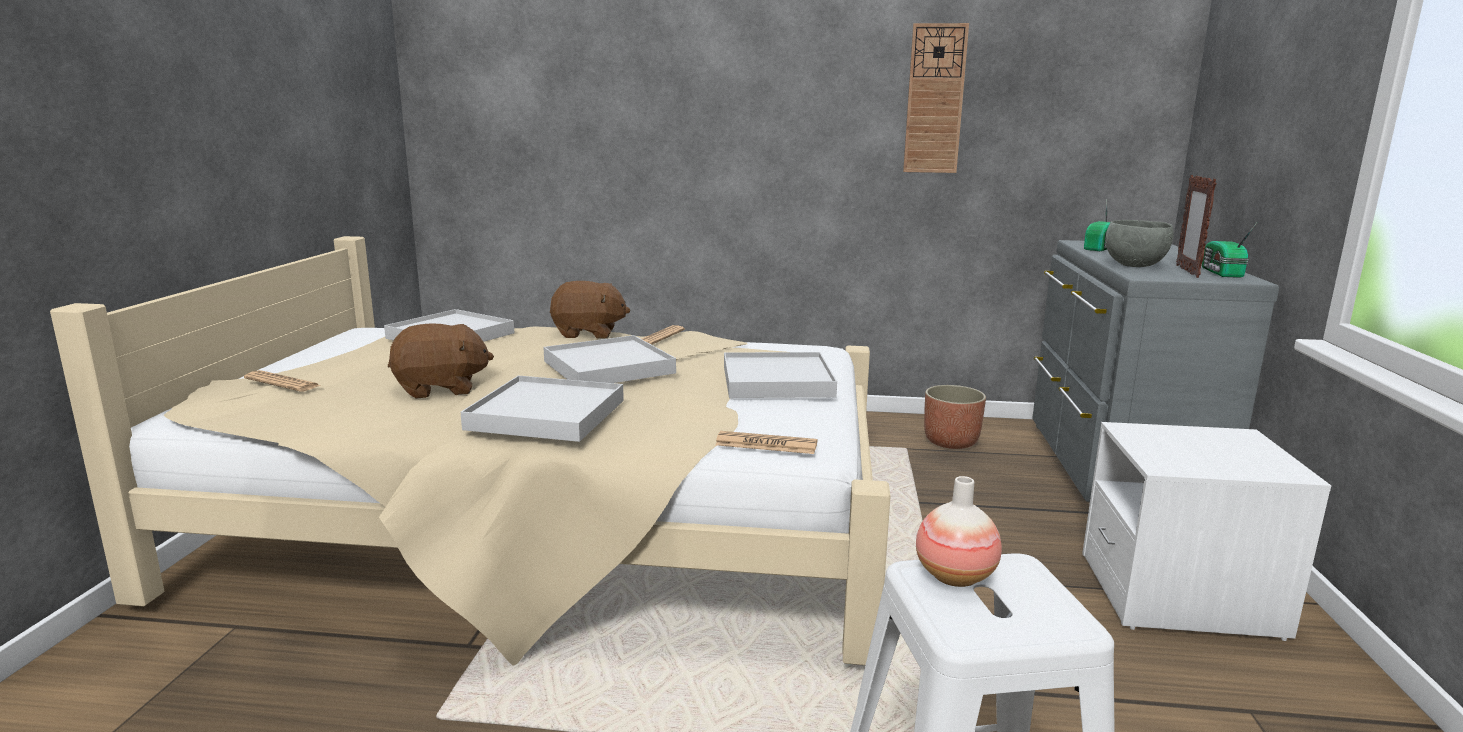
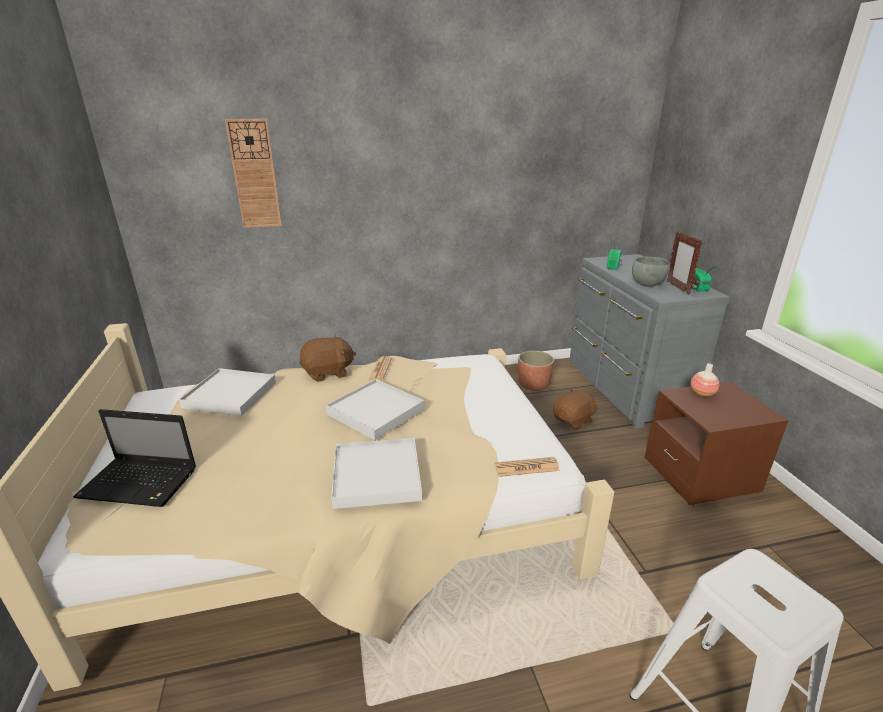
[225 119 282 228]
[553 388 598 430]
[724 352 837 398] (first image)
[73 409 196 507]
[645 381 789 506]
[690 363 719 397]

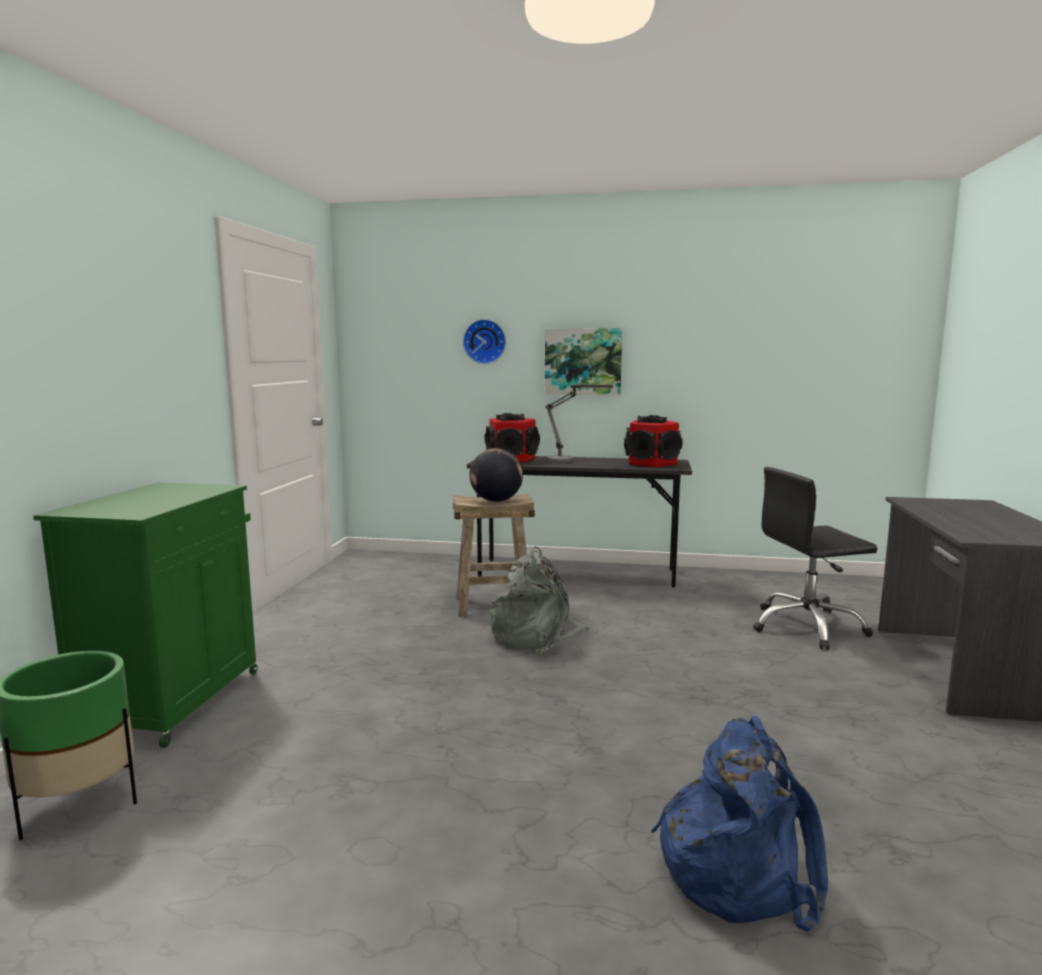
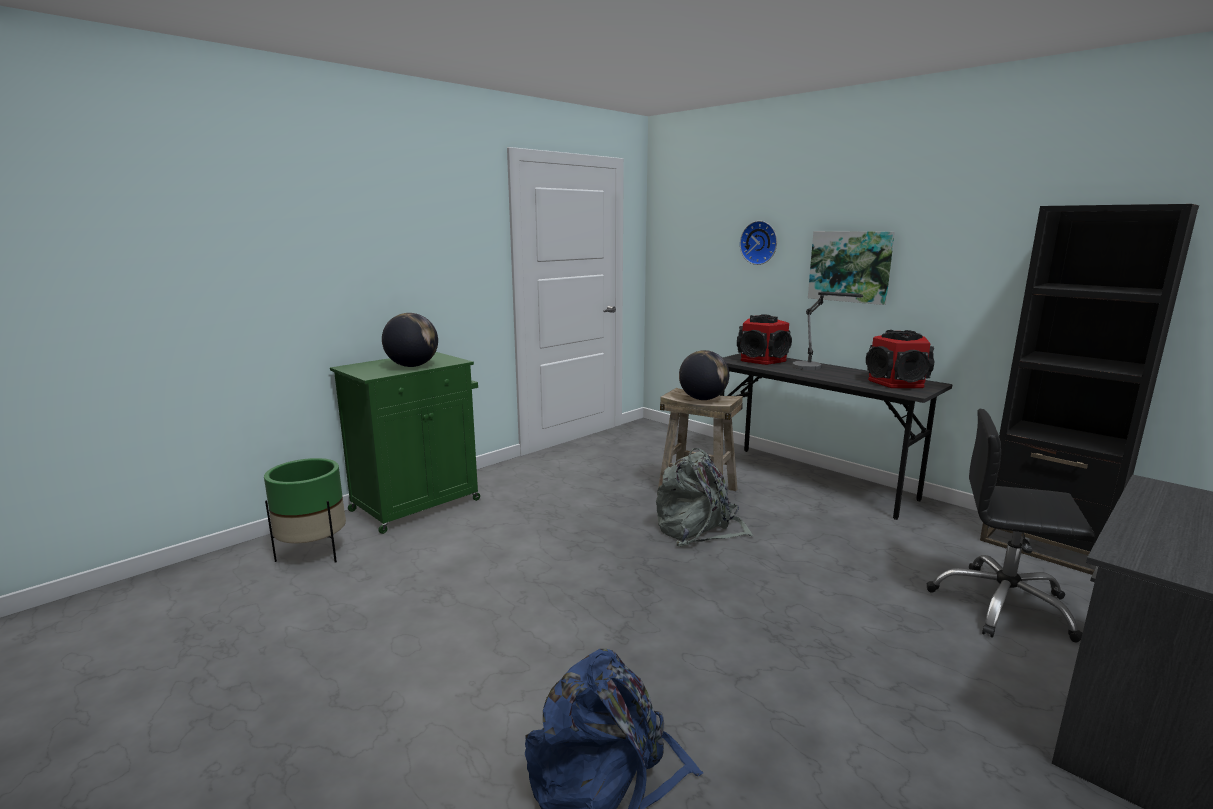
[980 204 1199 575]
[382 313 438 367]

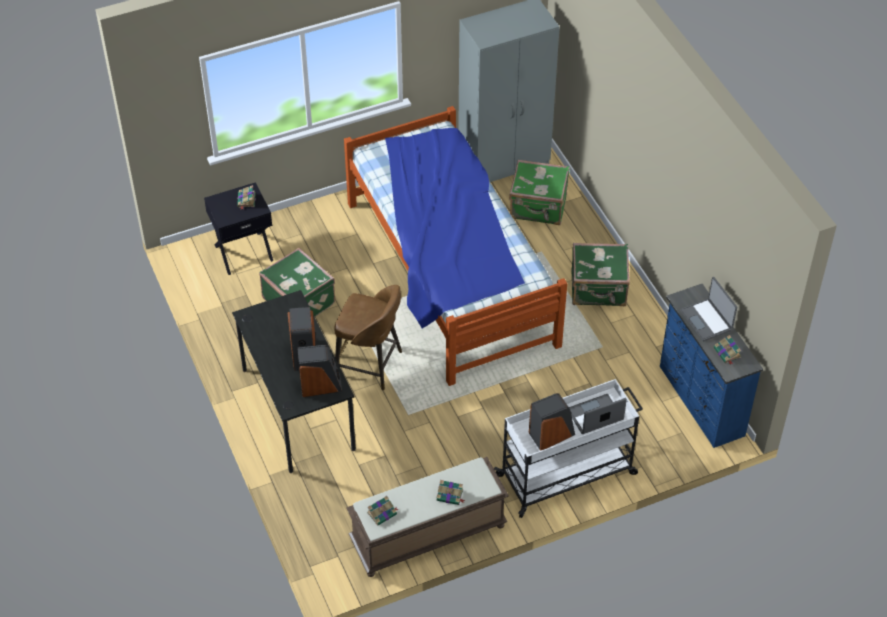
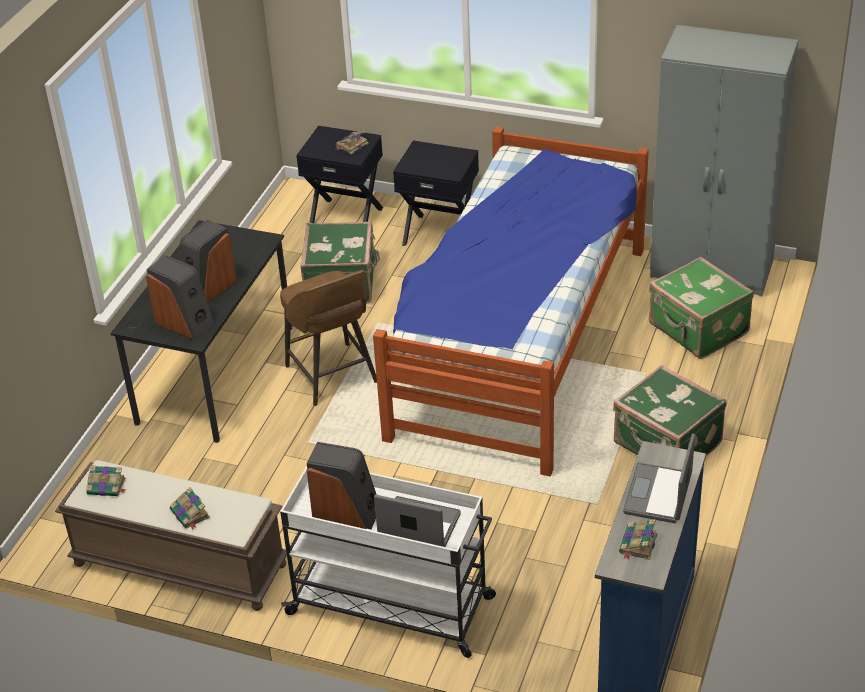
[393 141 479 246]

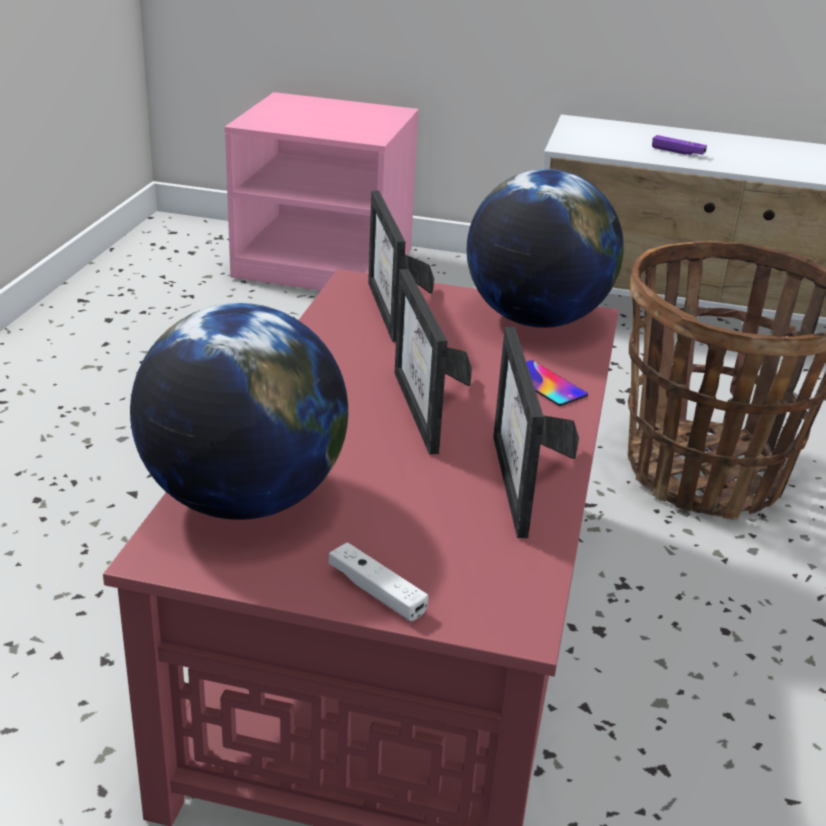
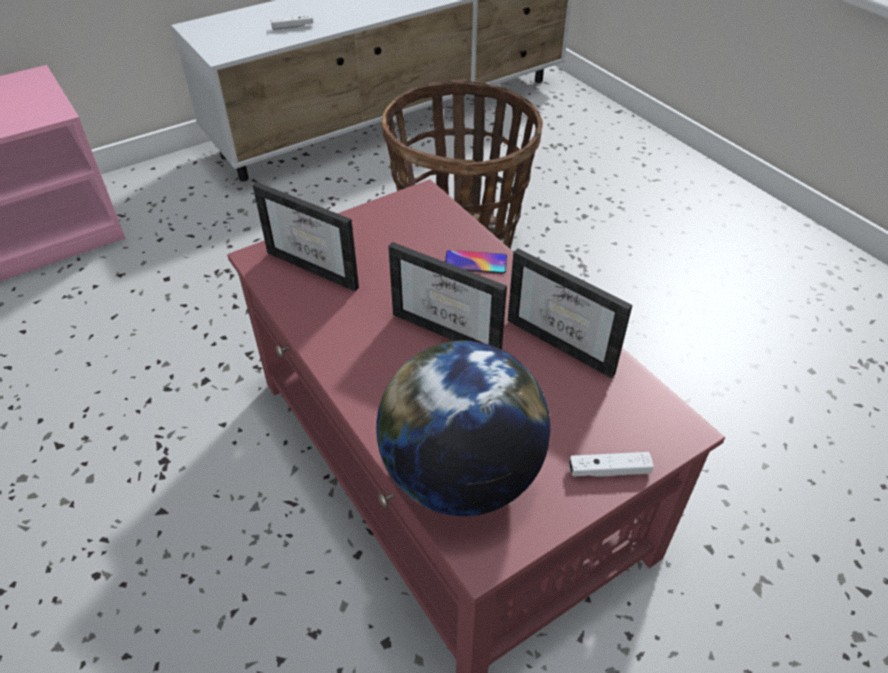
[271 15 313 30]
[467 169 624 328] (first image)

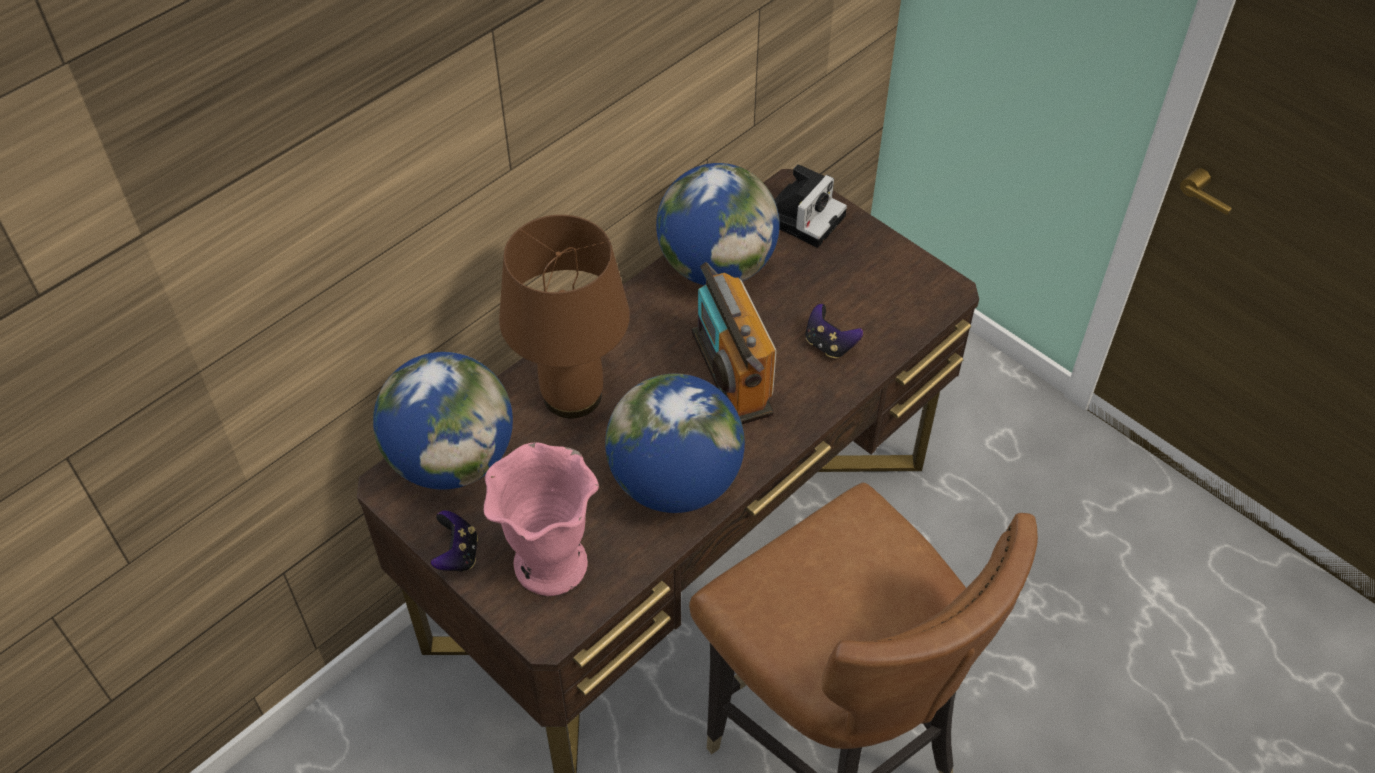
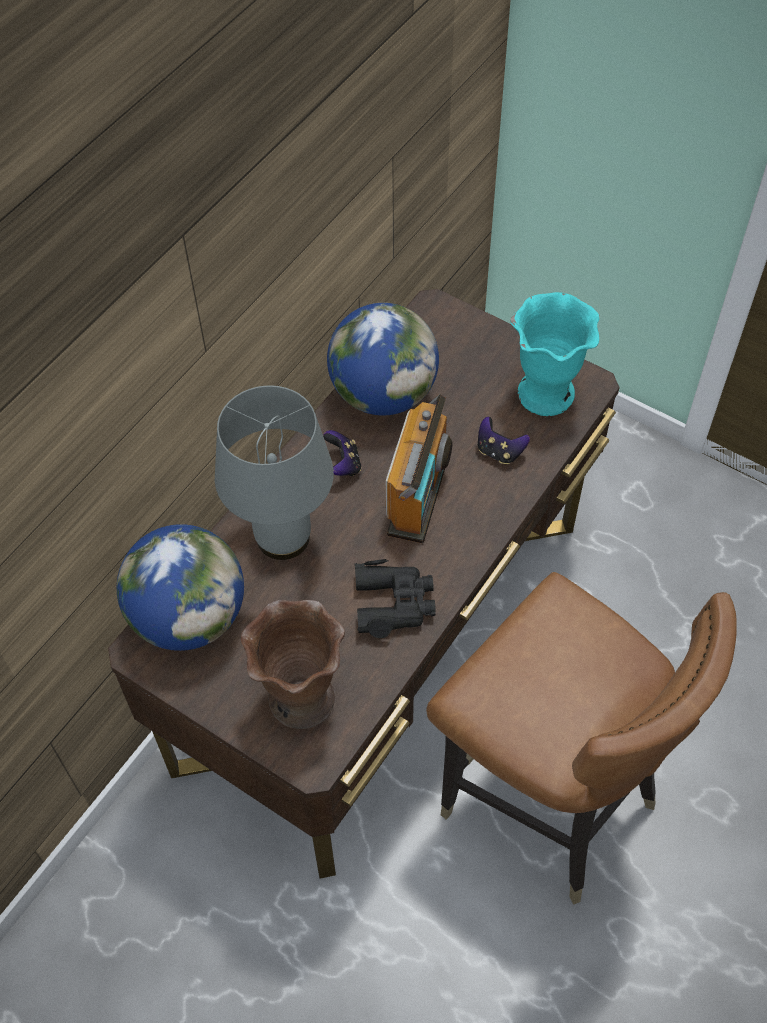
[774 164 847 248] (first image)
[215 385 334 560]
[385 394 453 543]
[354 559 436 638]
[241 600 345 729]
[323 430 362 476]
[511 292 599 416]

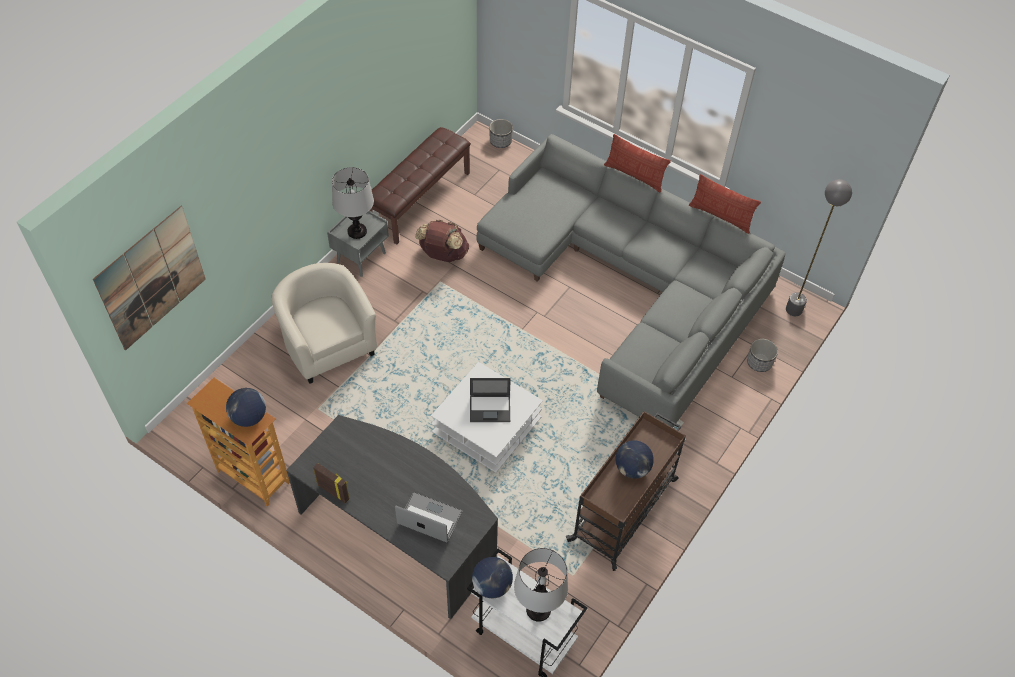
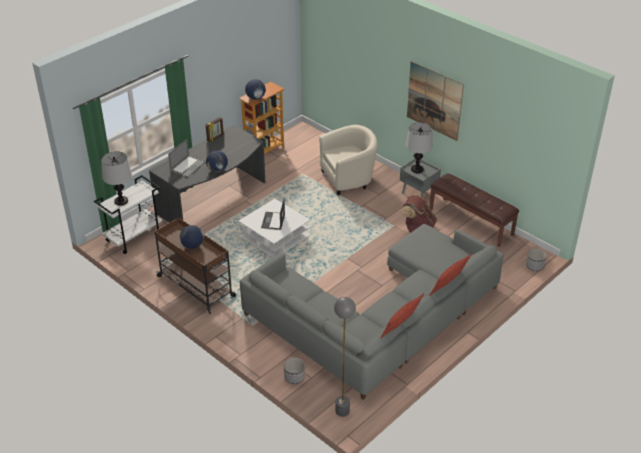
[407 61 464 141]
[206 150 228 172]

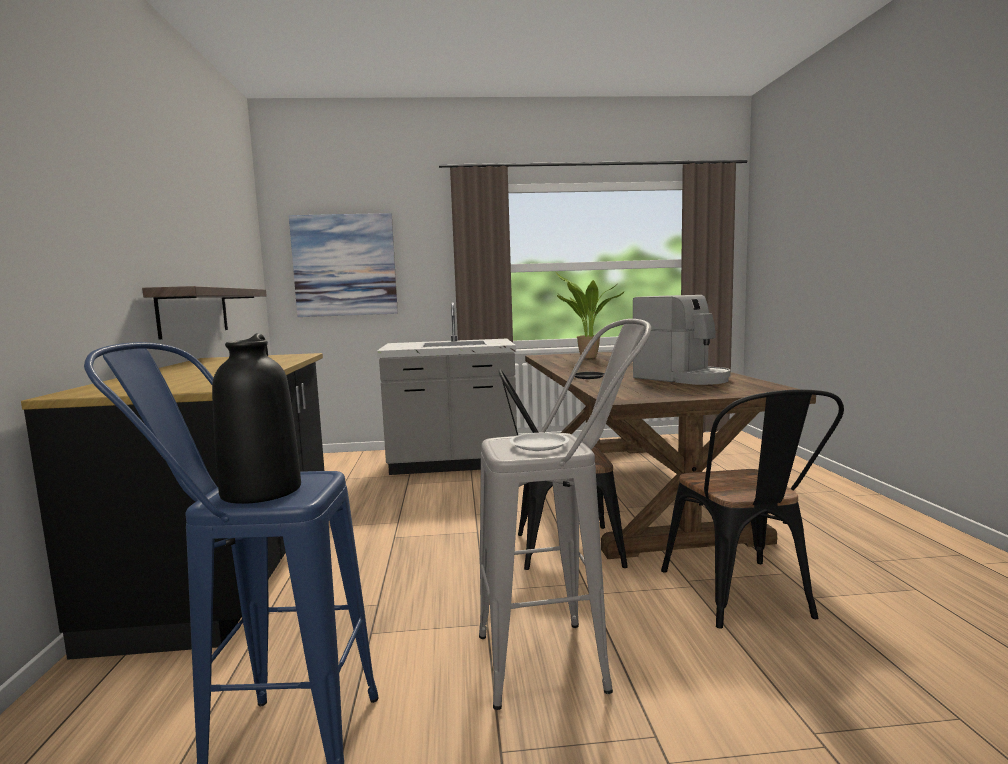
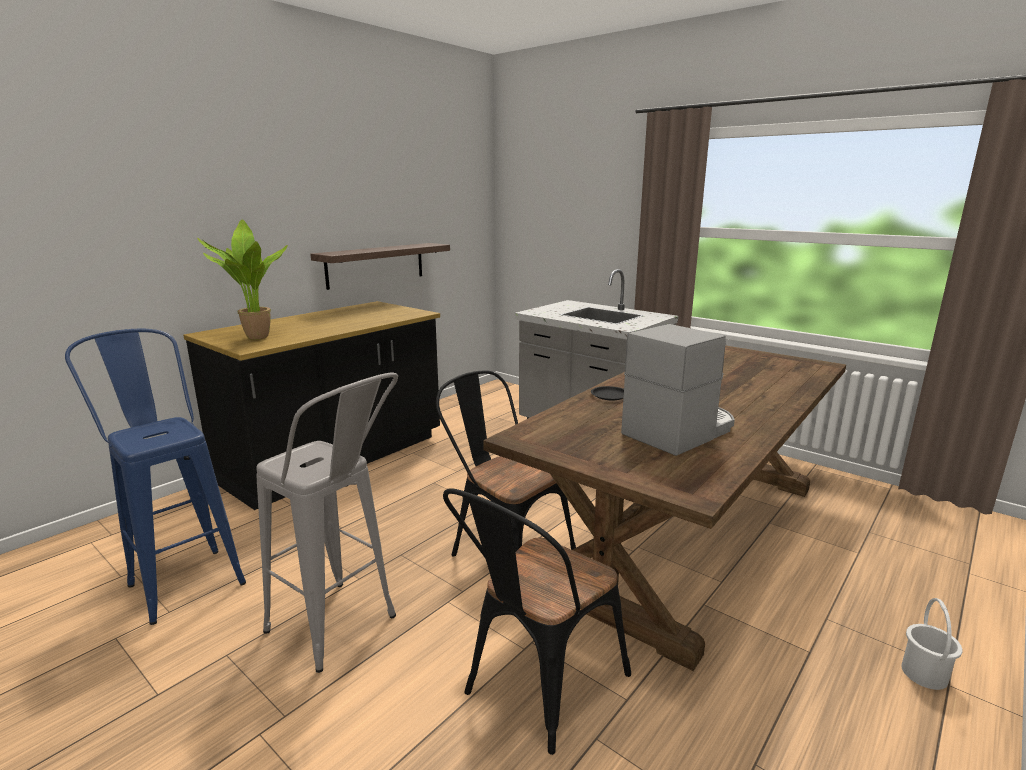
[289 213 398 317] (first image)
[197 219 288 340]
[621 324 735 456]
[212 333 301 504] (first image)
[510 433 569 451] (first image)
[901 598 963 690]

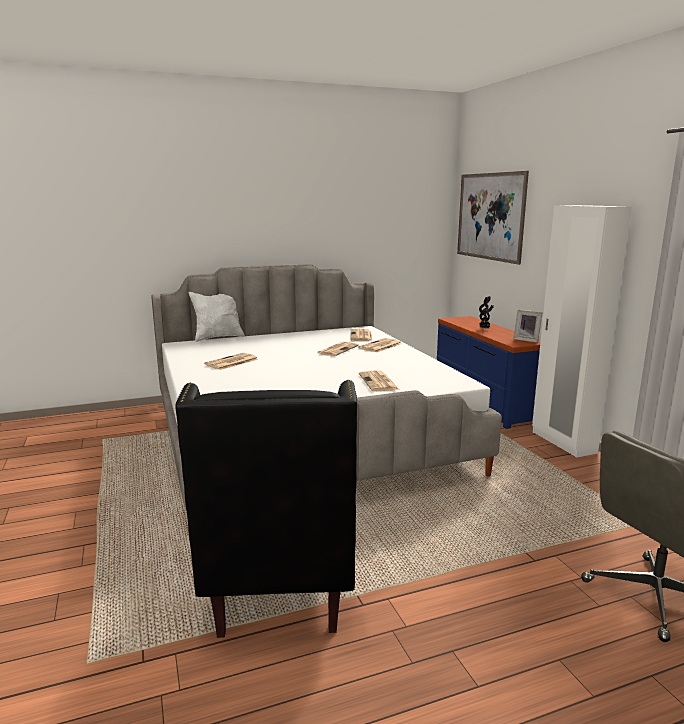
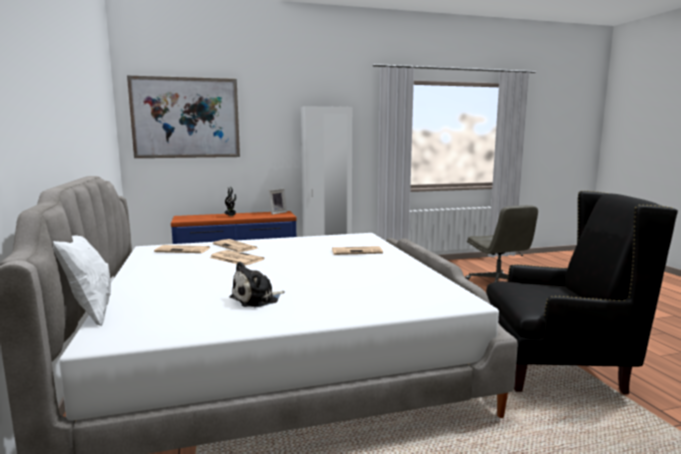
[230 261 285 307]

